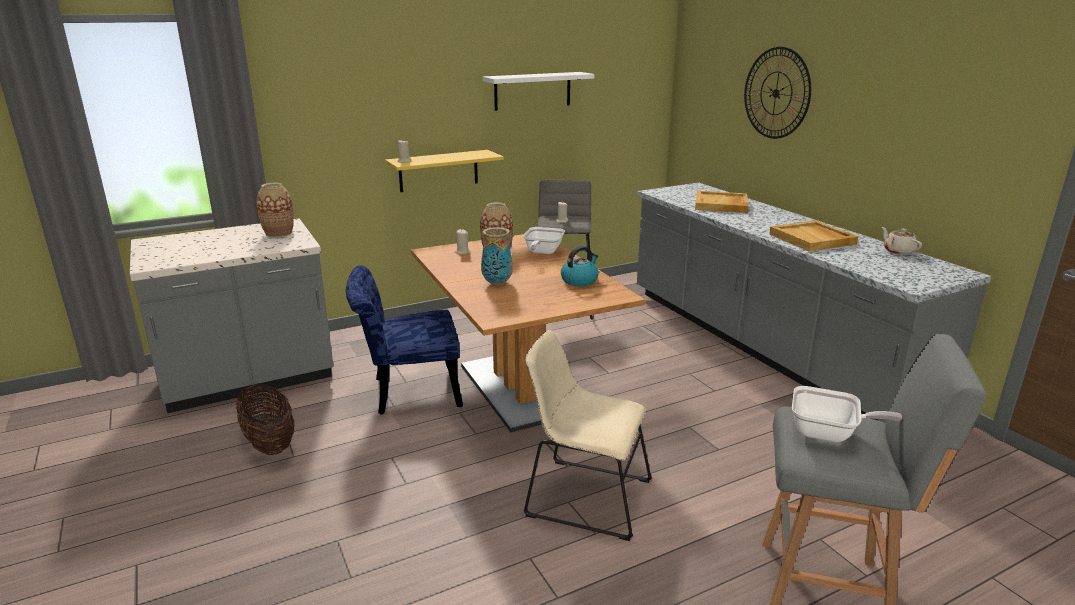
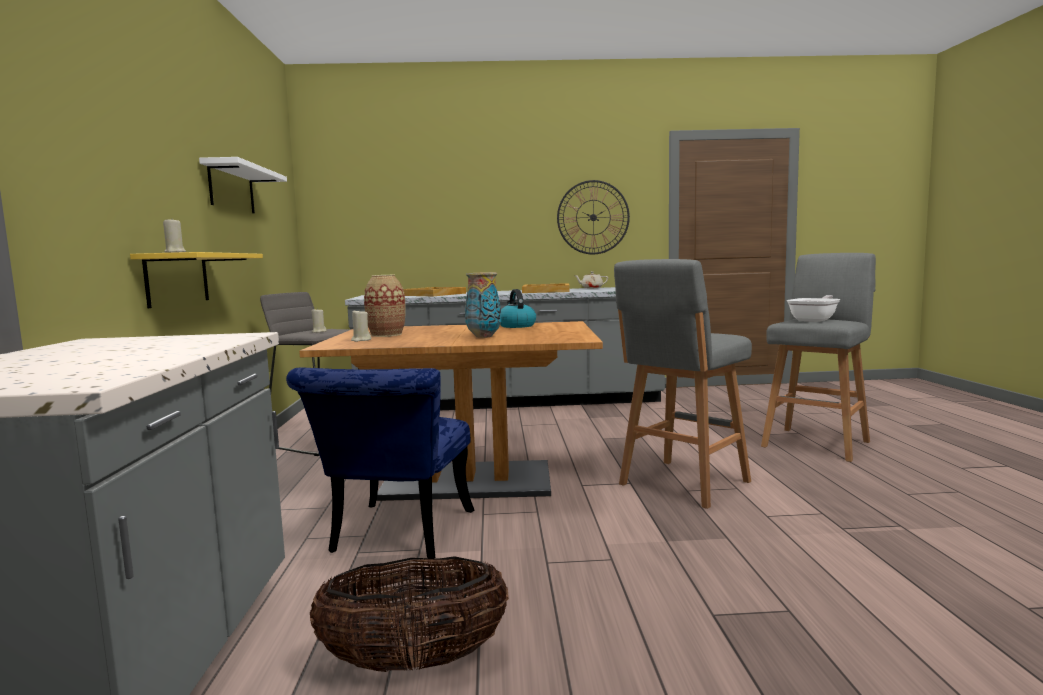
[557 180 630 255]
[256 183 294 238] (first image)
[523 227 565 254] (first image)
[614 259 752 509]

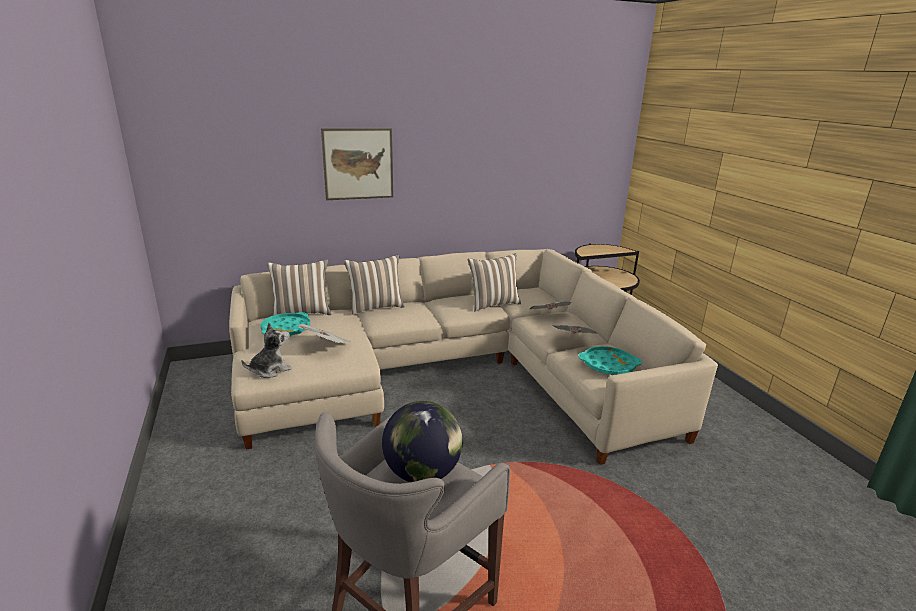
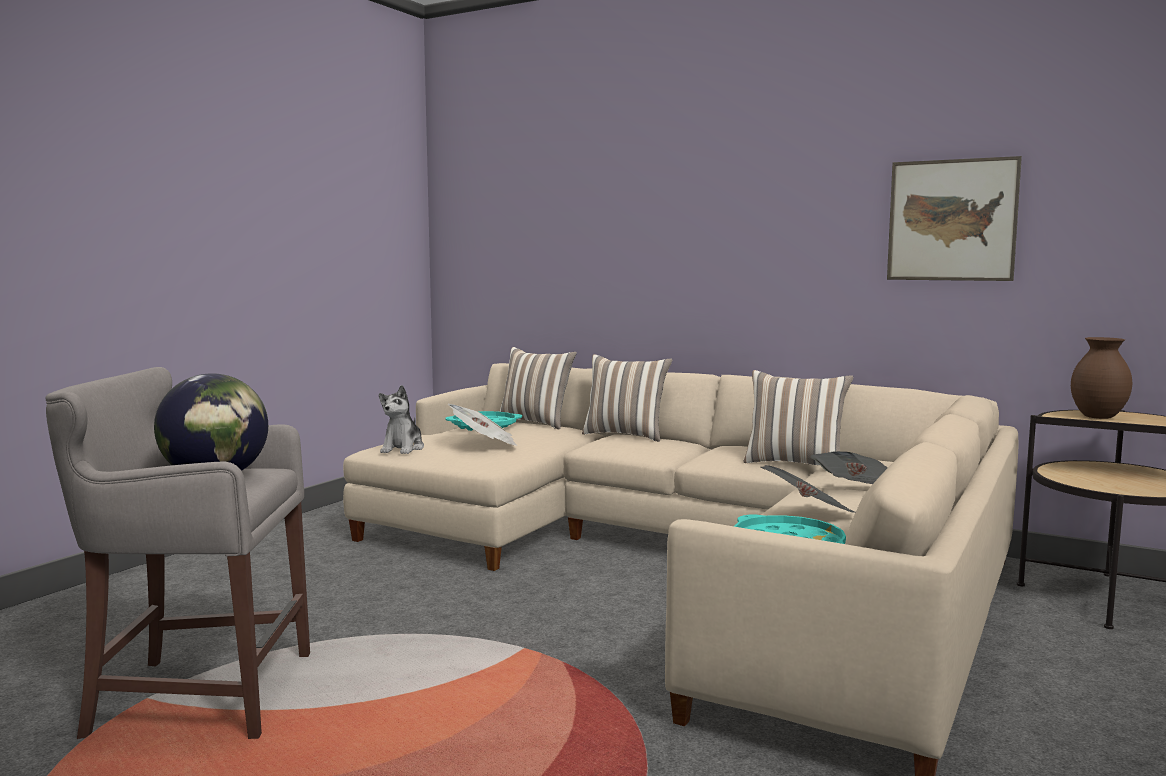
[887 156 1022 281]
[379 385 424 454]
[1071 337 1132 419]

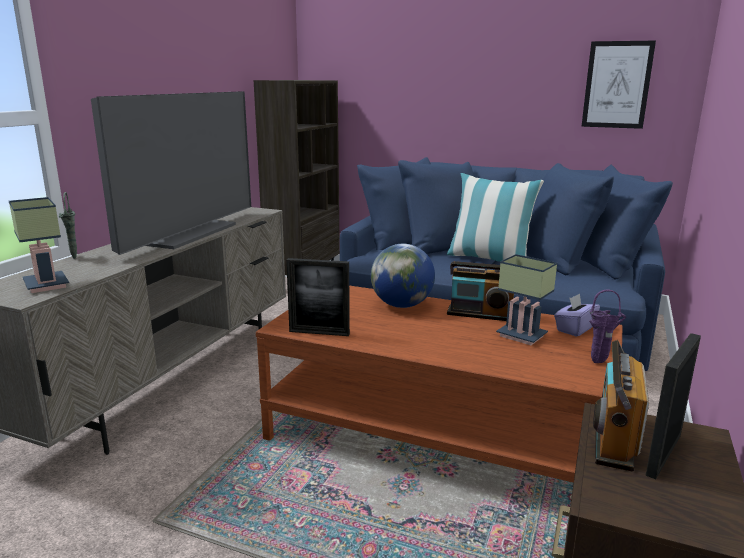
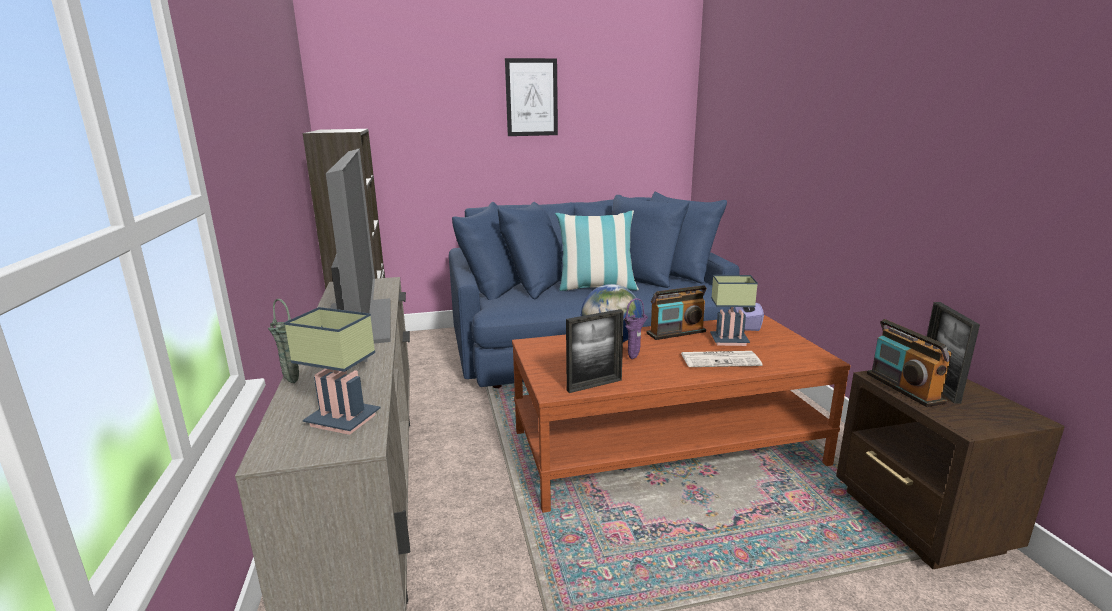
[505 58 558 136]
[624 298 648 359]
[682 351 762 367]

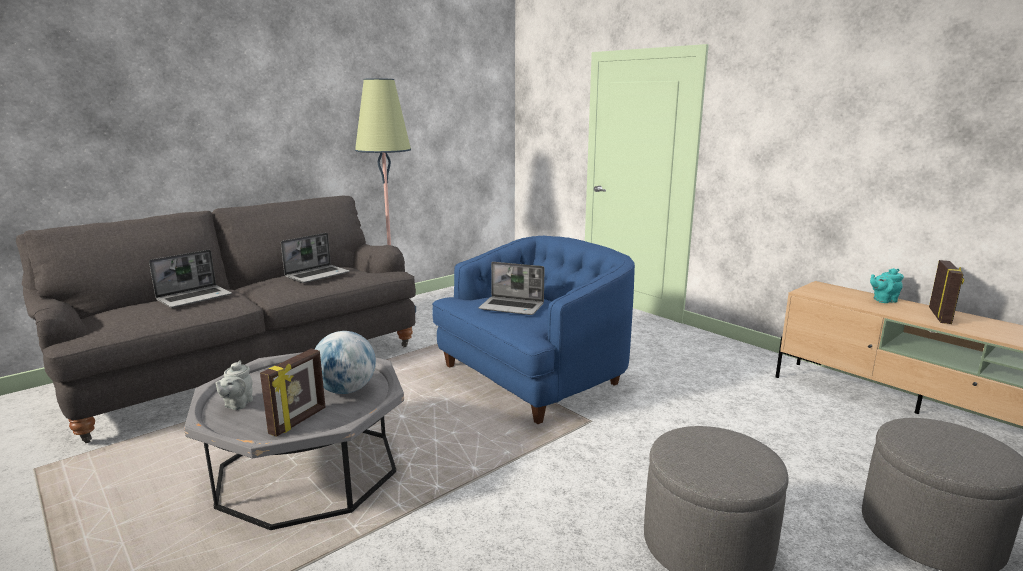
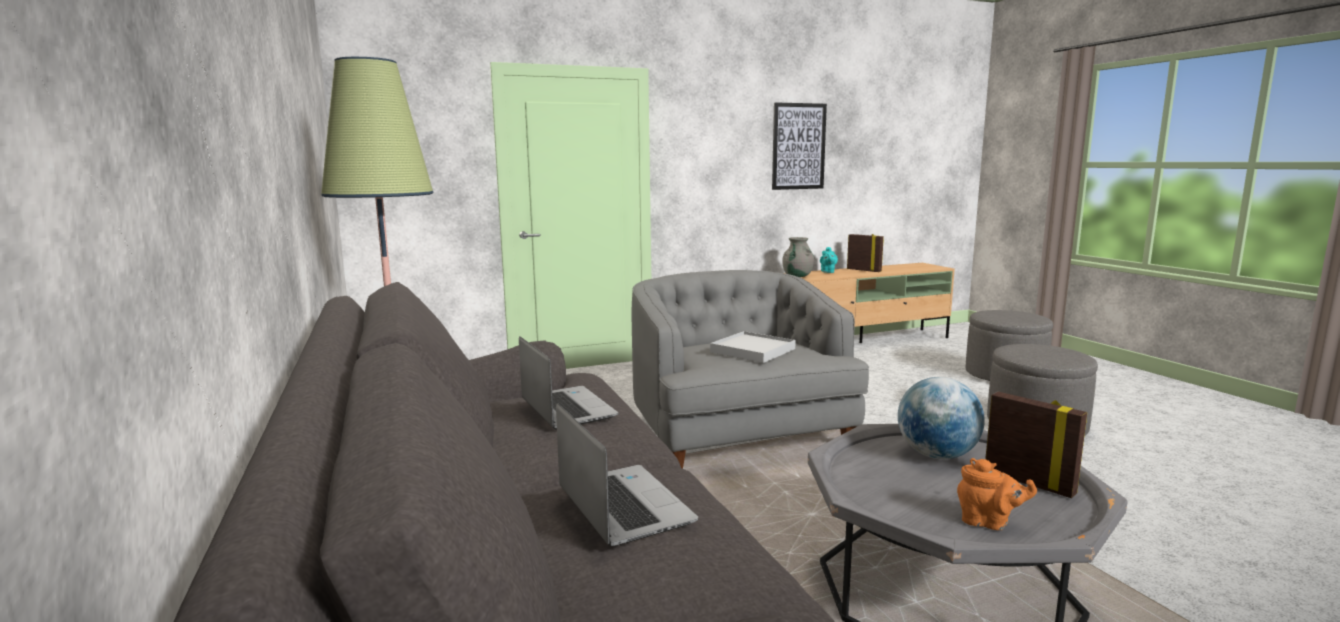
[632 270 869 468]
[710 331 796 363]
[957 458 1037 530]
[772 102 827 190]
[782 237 814 277]

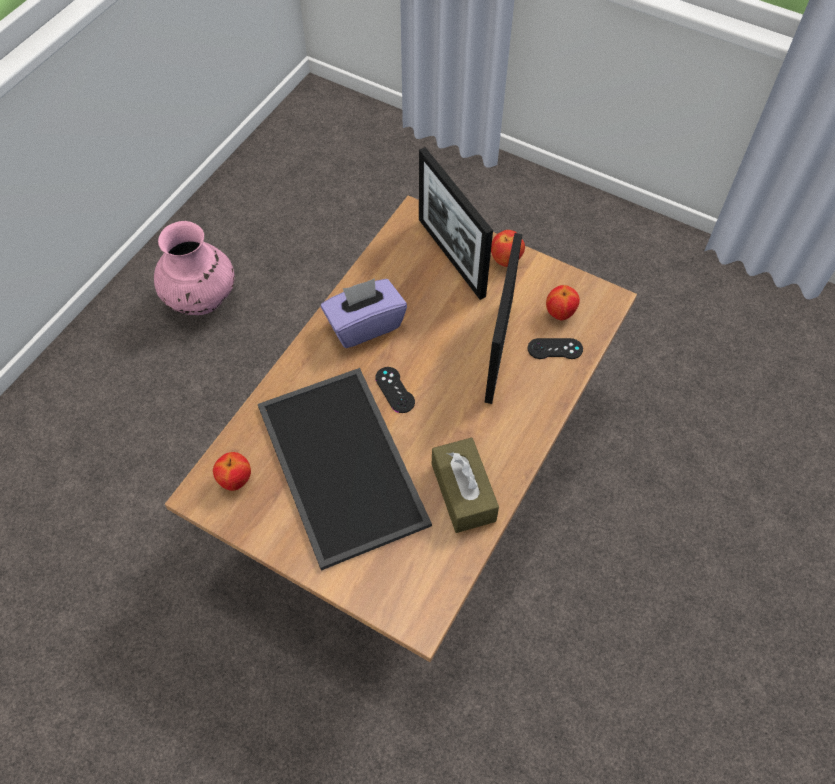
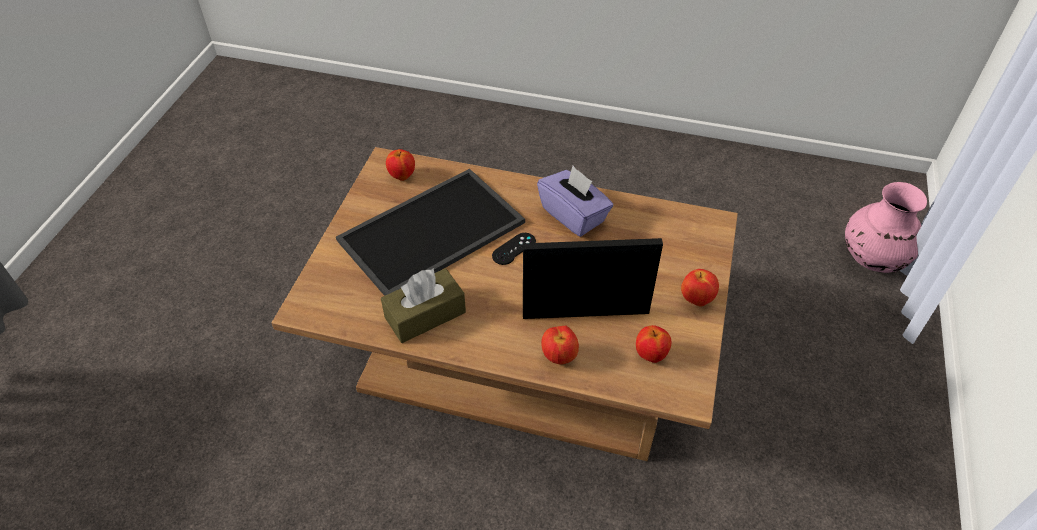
[419 147 493 300] (first image)
[845 182 927 273]
[528 338 583 359] (first image)
[541 326 579 365]

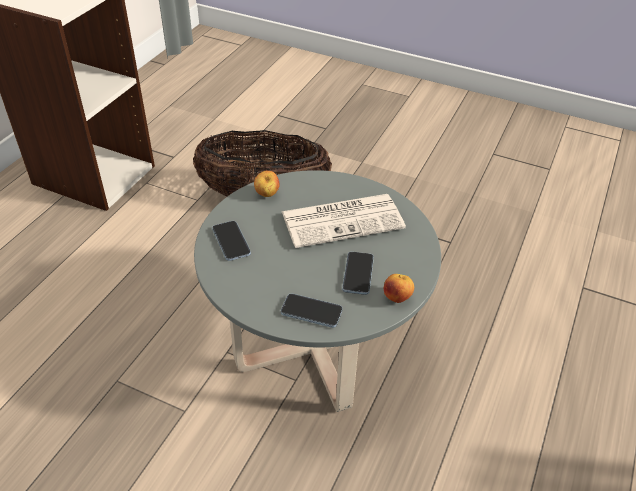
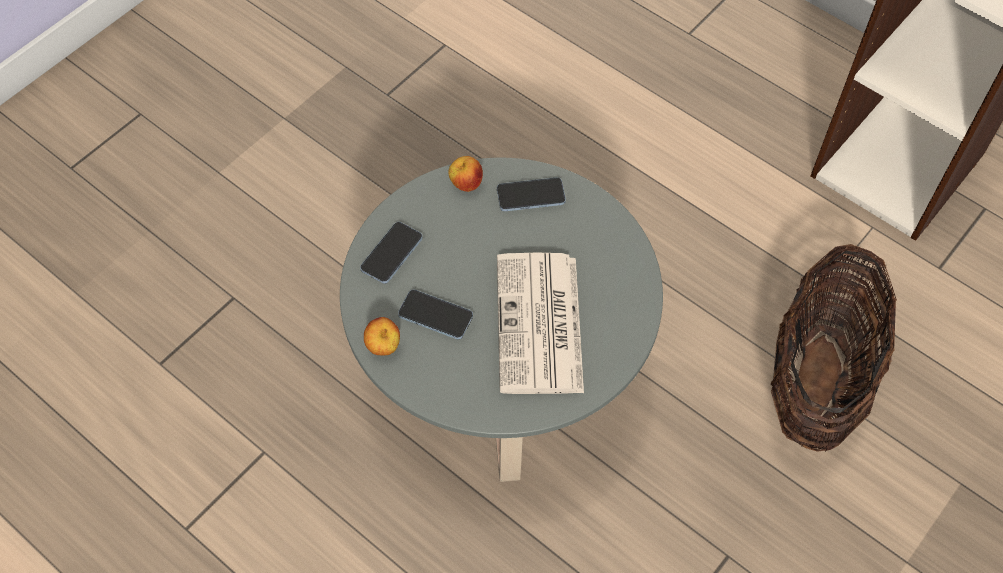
[448 156 483 192]

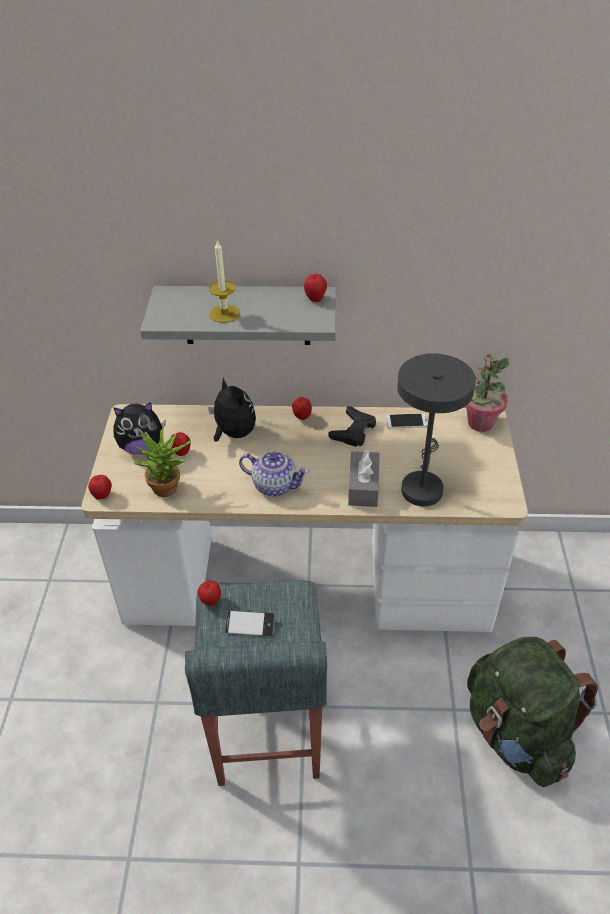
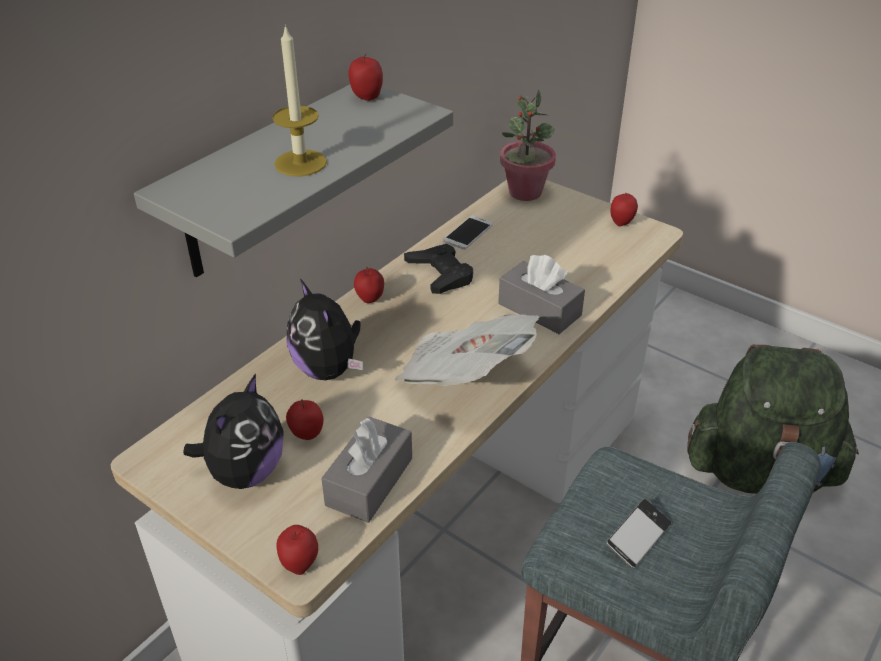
[397 353 476 506] (first image)
[286 279 363 380]
[321 417 412 523]
[394 314 540 386]
[610 192 638 226]

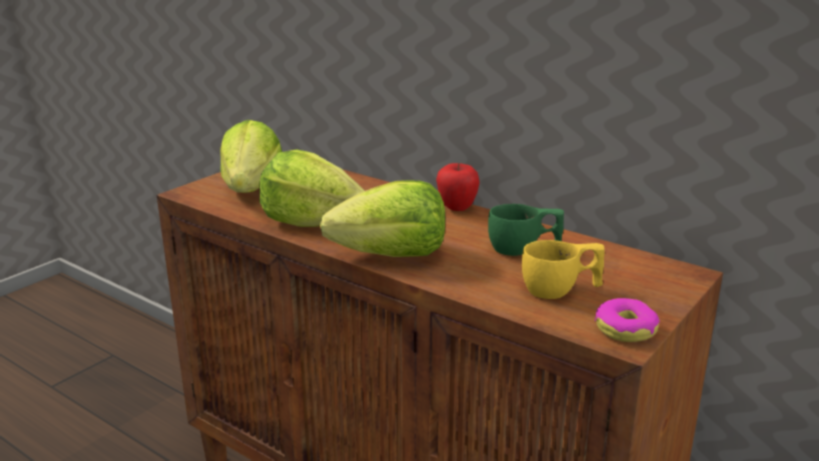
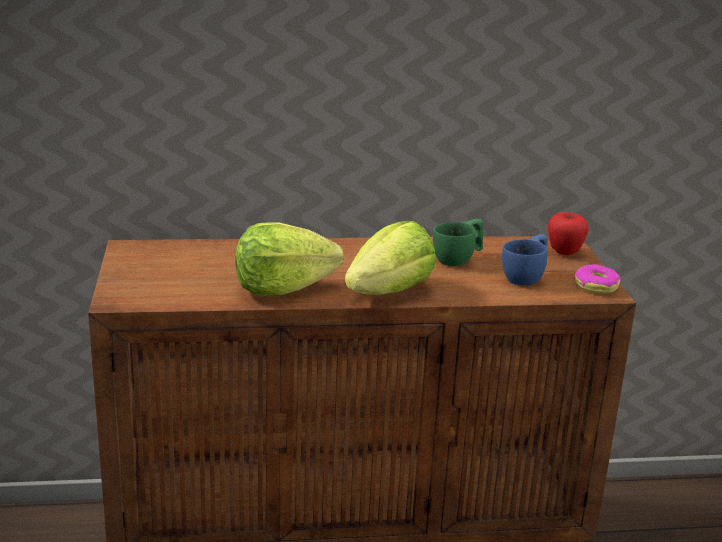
[220 120 282 193] (first image)
[548 212 589 255]
[502 234 548 285]

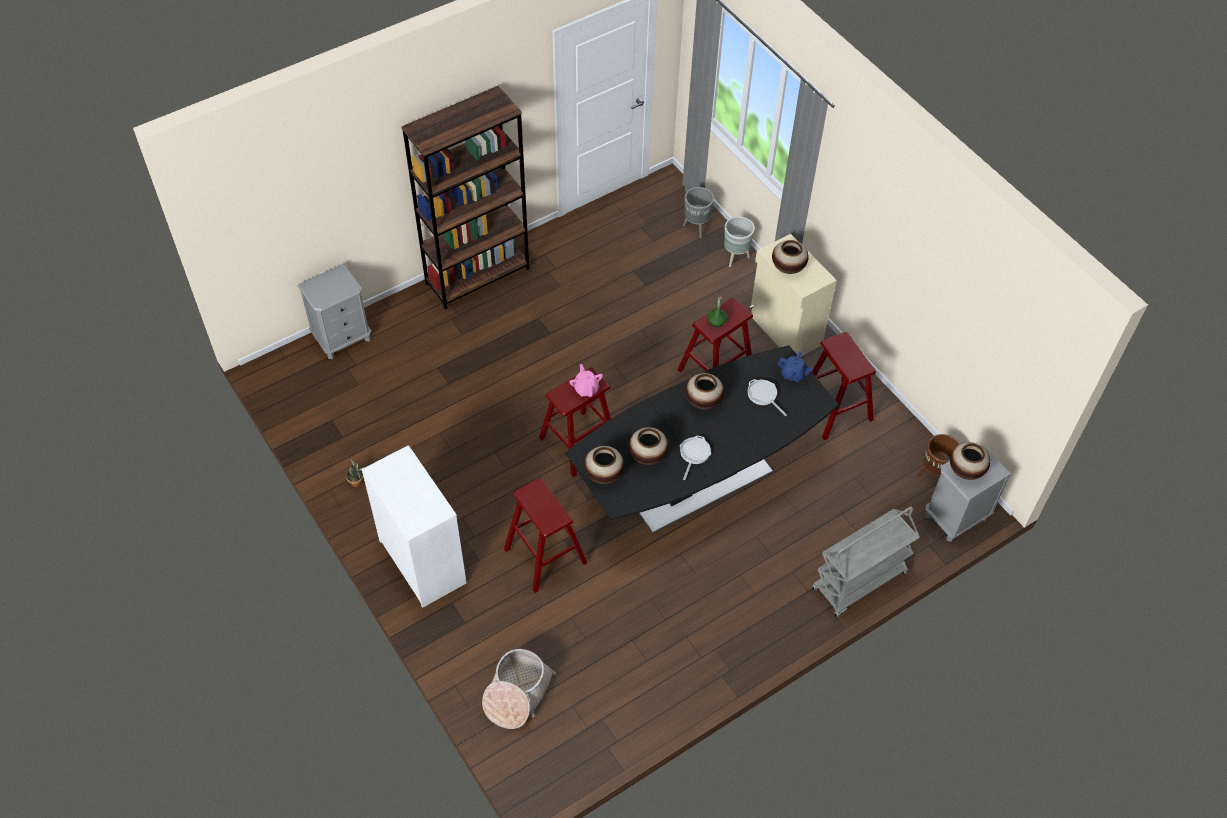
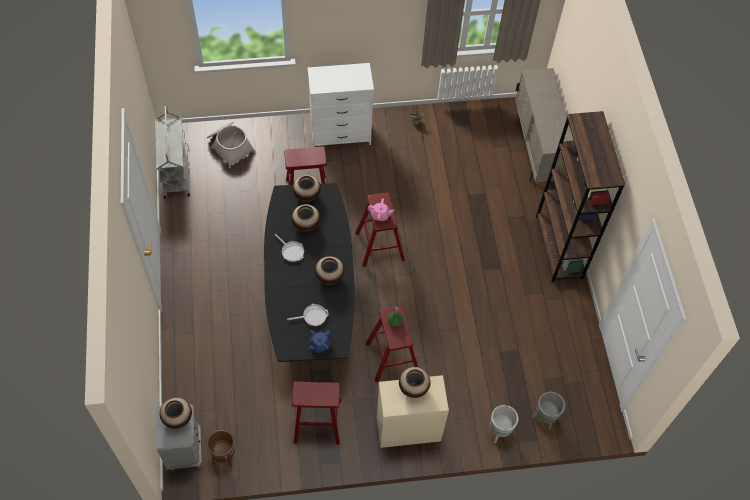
[515 68 574 182]
[156 106 190 199]

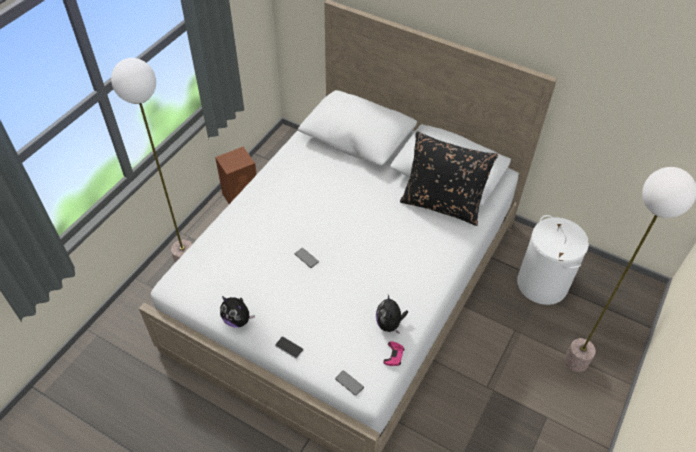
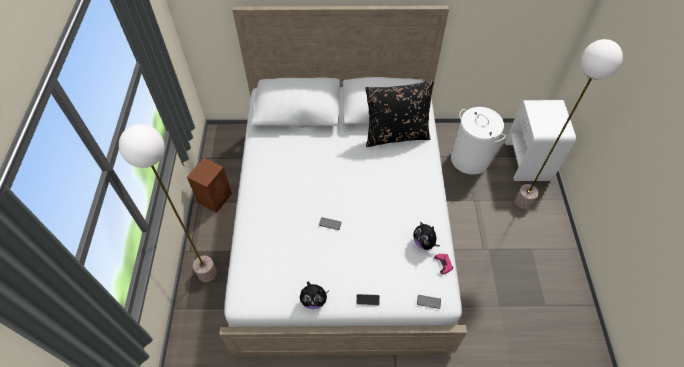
[505 100 576 181]

